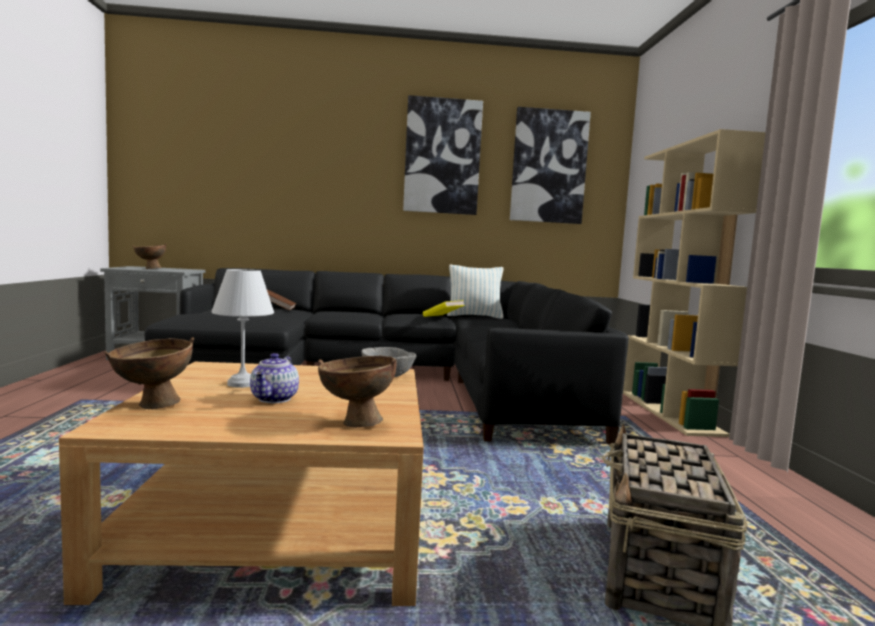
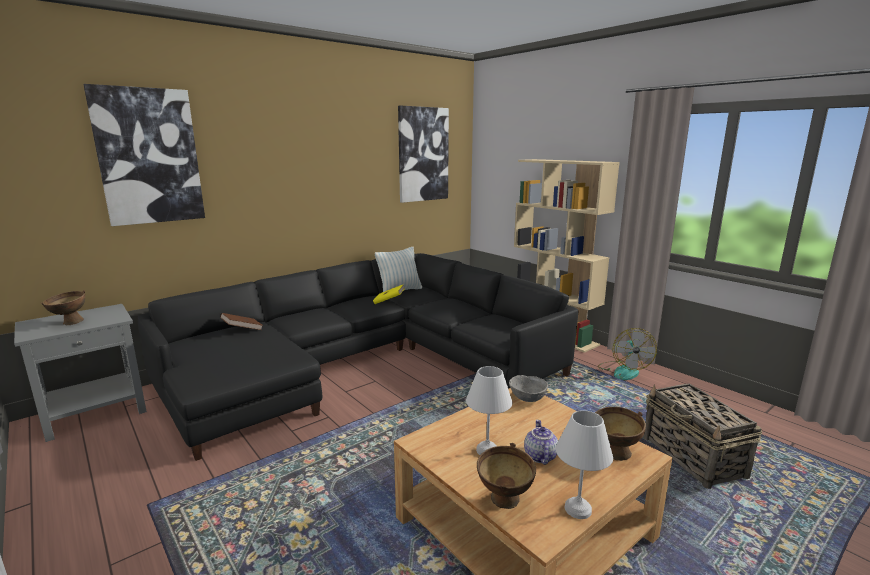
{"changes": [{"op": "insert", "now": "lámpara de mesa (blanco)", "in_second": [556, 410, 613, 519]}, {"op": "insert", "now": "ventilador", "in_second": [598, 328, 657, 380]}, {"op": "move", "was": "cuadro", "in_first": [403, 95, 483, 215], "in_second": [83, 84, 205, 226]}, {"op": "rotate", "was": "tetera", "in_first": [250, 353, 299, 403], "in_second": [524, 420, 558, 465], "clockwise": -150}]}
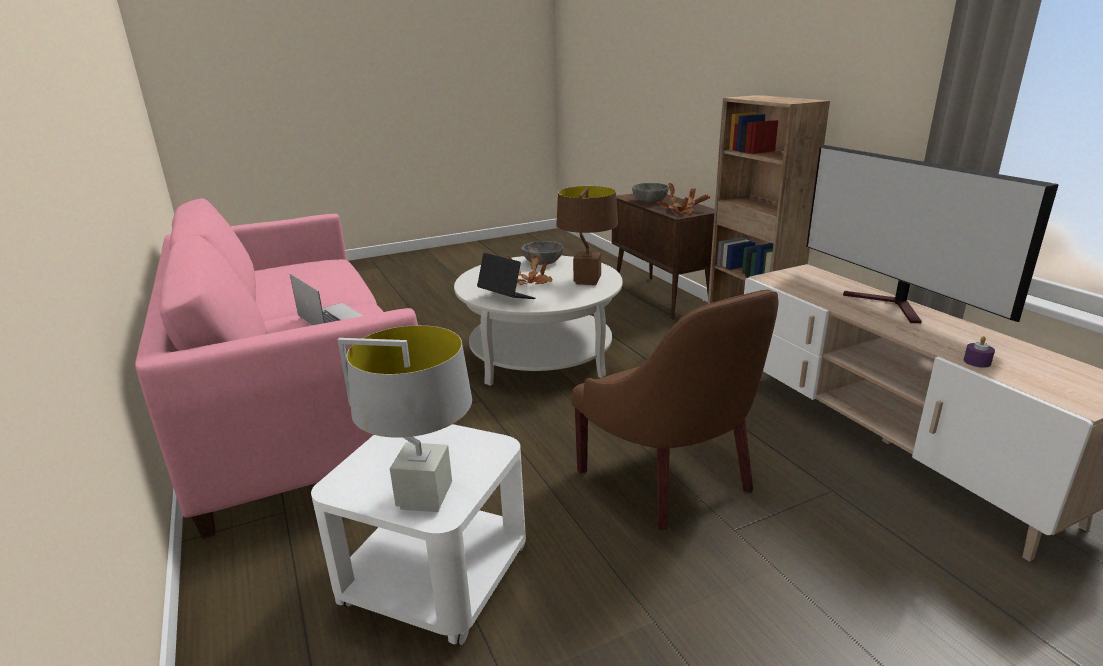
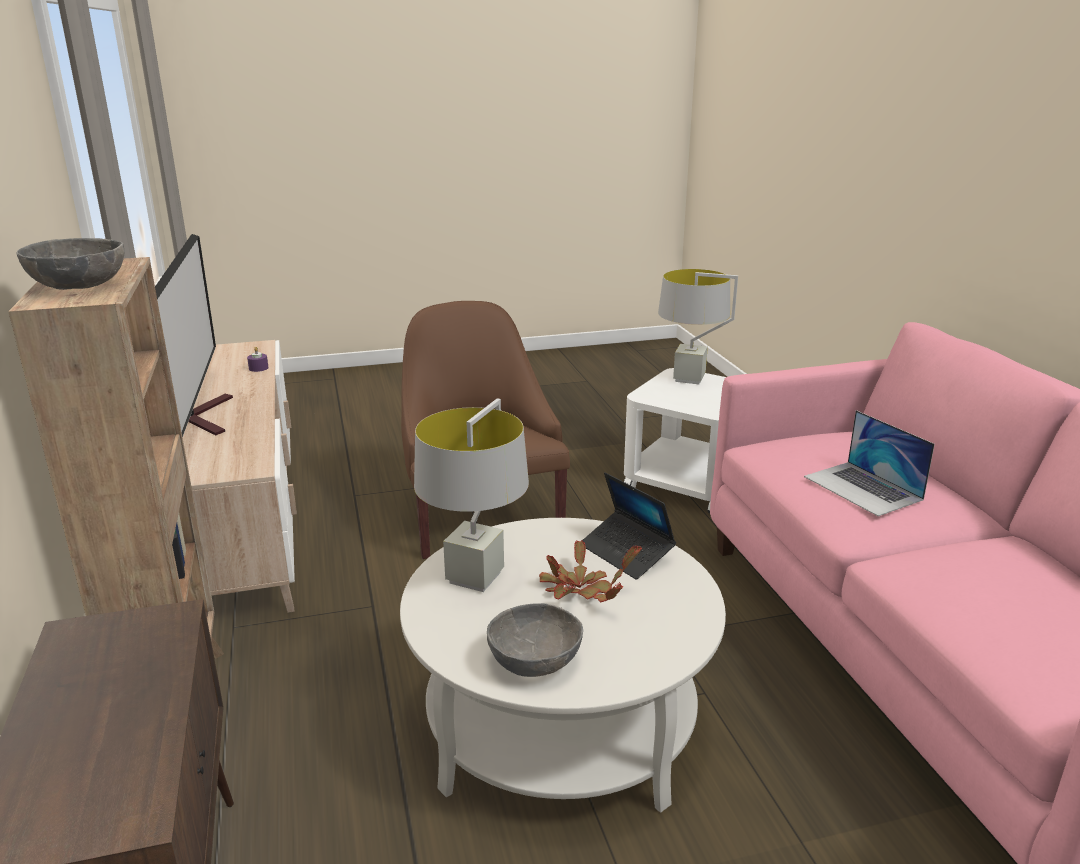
{"changes": [{"op": "delete", "was": "planta en maceta", "in_first": [657, 183, 710, 214]}, {"op": "move", "was": "cuenco (gris)", "in_first": [632, 183, 669, 203], "in_second": [17, 238, 124, 290]}, {"op": "recolor", "was": "lámpara de mesa (marrón)", "now": "lámpara de mesa (gris)", "in_first": [556, 186, 618, 285], "in_second": [414, 398, 529, 592]}]}
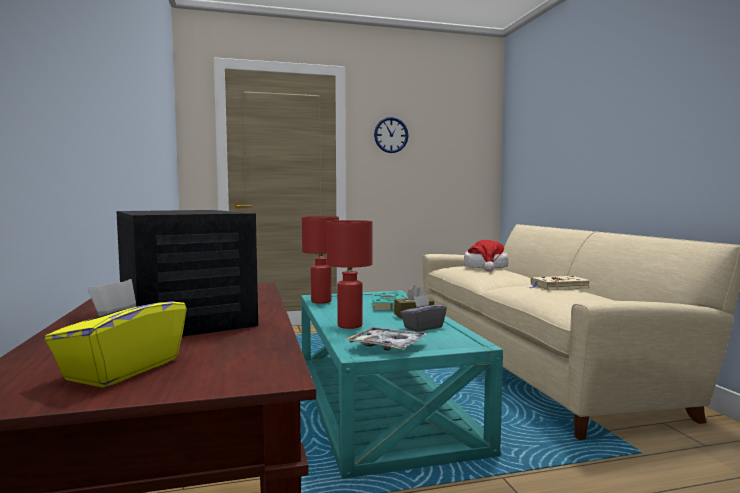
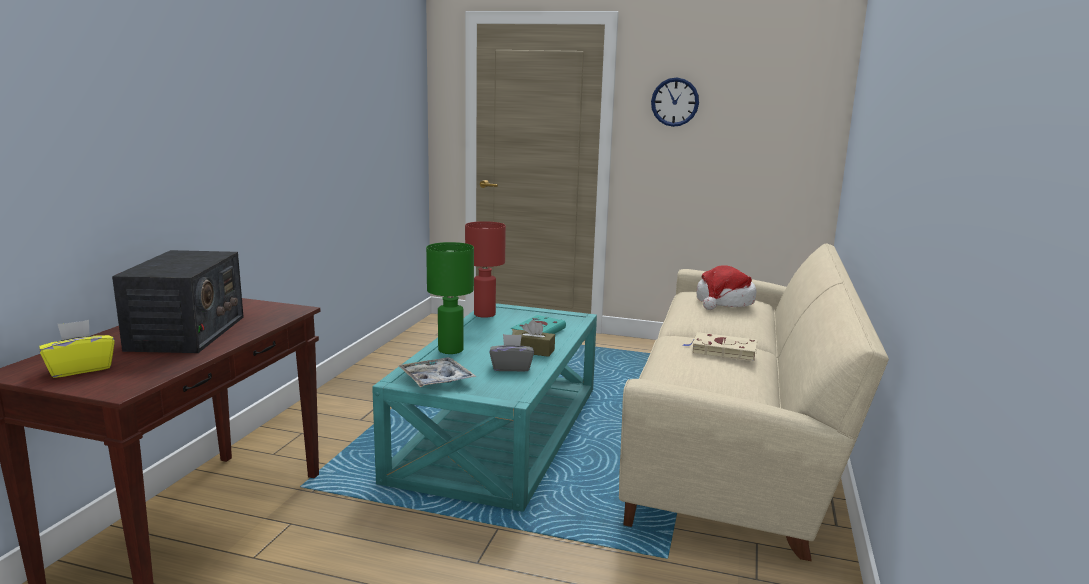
{"changes": [{"op": "recolor", "was": "lámpara de mesa (rojo)", "now": "lámpara de mesa (verde)", "in_first": [327, 220, 373, 329], "in_second": [426, 242, 474, 354]}]}
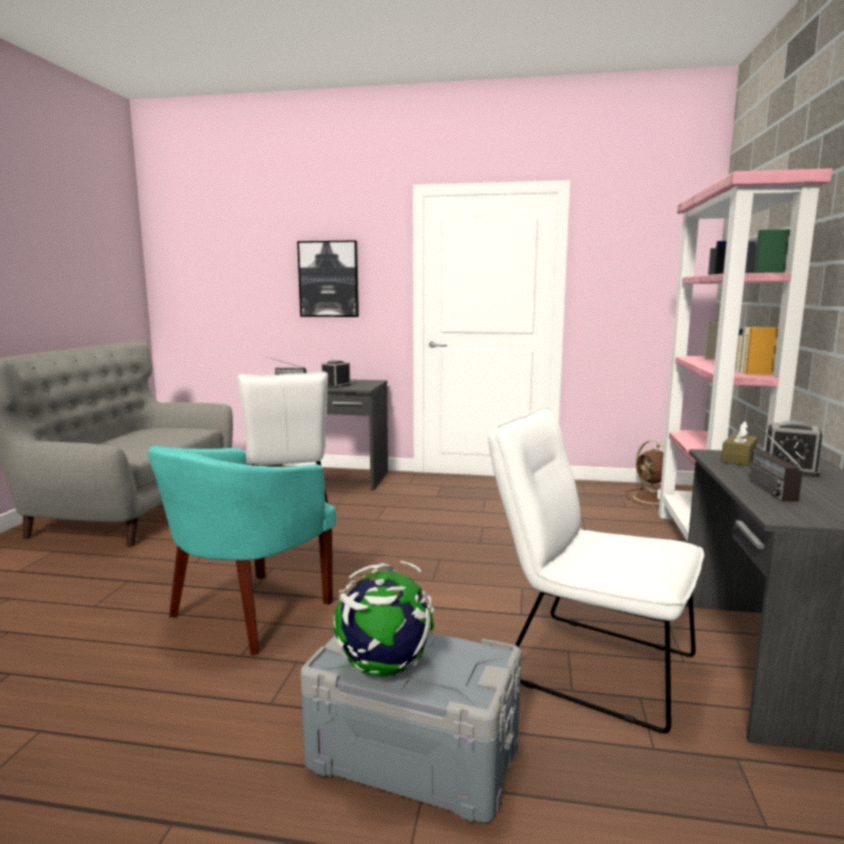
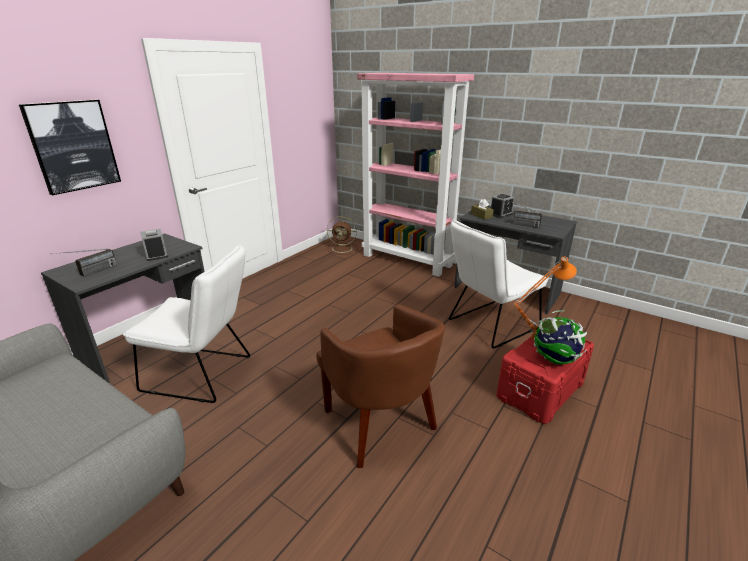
{"changes": [{"op": "insert", "now": "lámpara de mesa (naranja)", "in_second": [513, 256, 577, 341]}, {"op": "recolor", "was": "sillón (turquesa)", "now": "sillón (marrón)", "in_first": [148, 446, 336, 655], "in_second": [316, 304, 445, 468]}, {"op": "recolor", "was": "caja de almacenaje (gris)", "now": "caja de almacenaje (rojo)", "in_first": [301, 633, 521, 823], "in_second": [496, 329, 594, 424]}]}
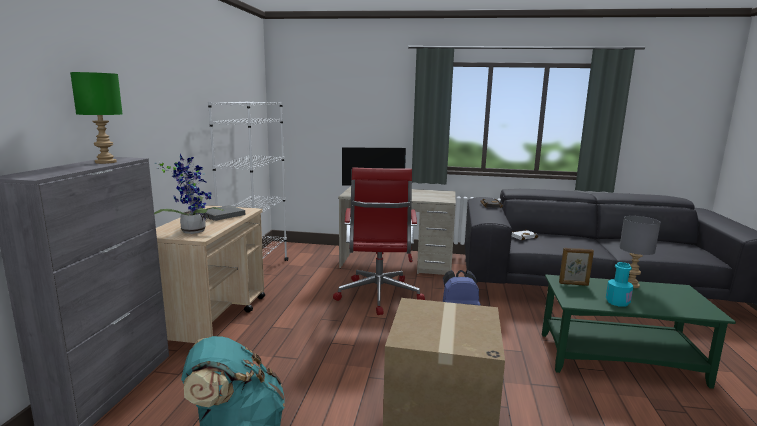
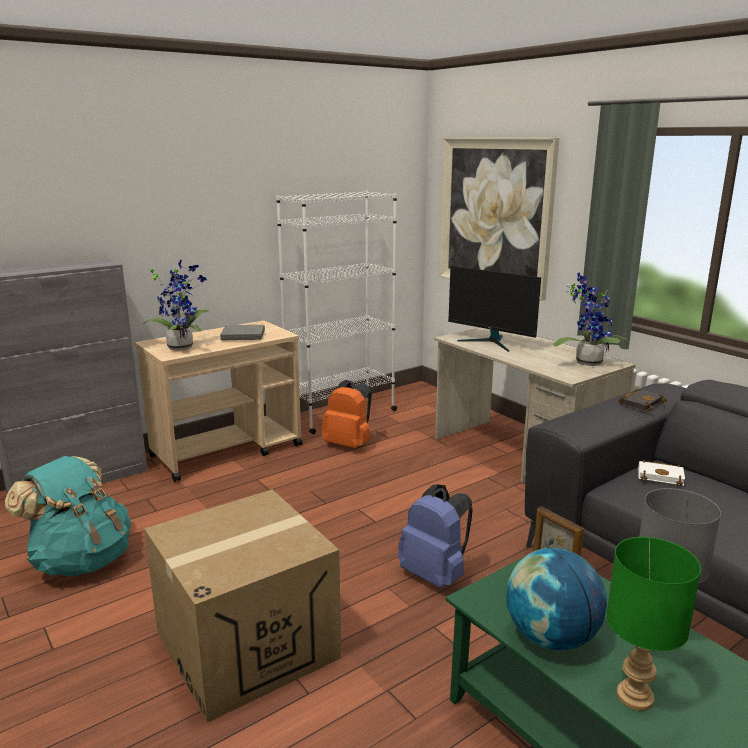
{"changes": [{"op": "delete", "was": "silla de oficina (rojo)", "in_first": [333, 168, 425, 315]}, {"op": "insert", "now": "mochila (naranja)", "in_second": [322, 380, 372, 448]}, {"op": "insert", "now": "cuadro", "in_second": [439, 137, 559, 301]}, {"op": "insert", "now": "planta en maceta", "in_second": [553, 272, 627, 366]}, {"op": "move", "was": "lámpara de mesa (verde)", "in_first": [70, 72, 122, 164], "in_second": [606, 537, 701, 711]}, {"op": "replace", "was": "botella (turquesa)", "now": "globo terráqueo", "in_first": [606, 262, 633, 307], "in_second": [506, 548, 607, 650]}]}
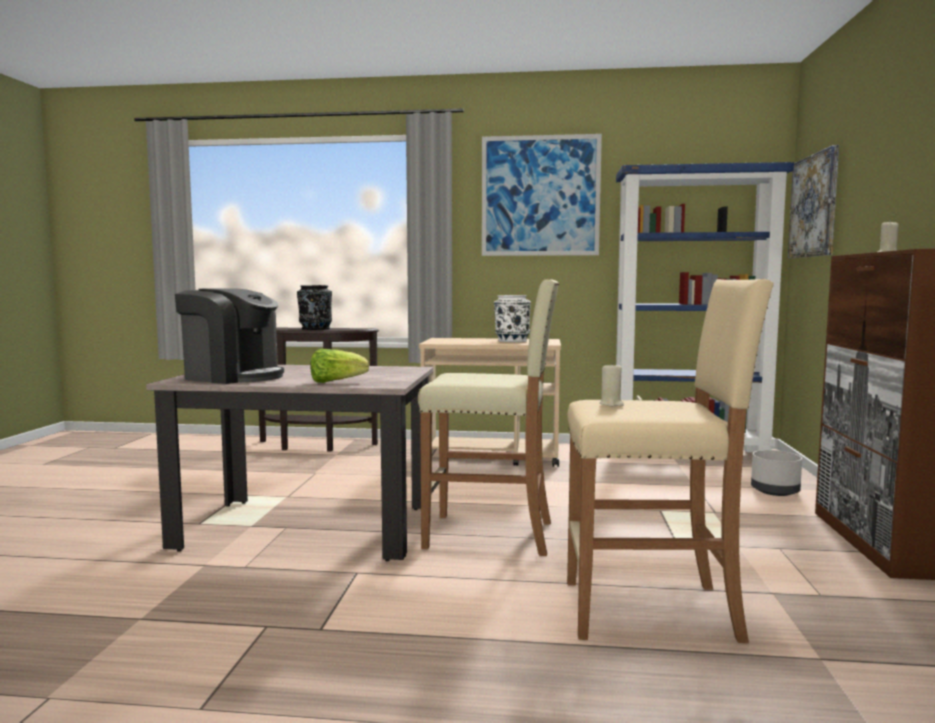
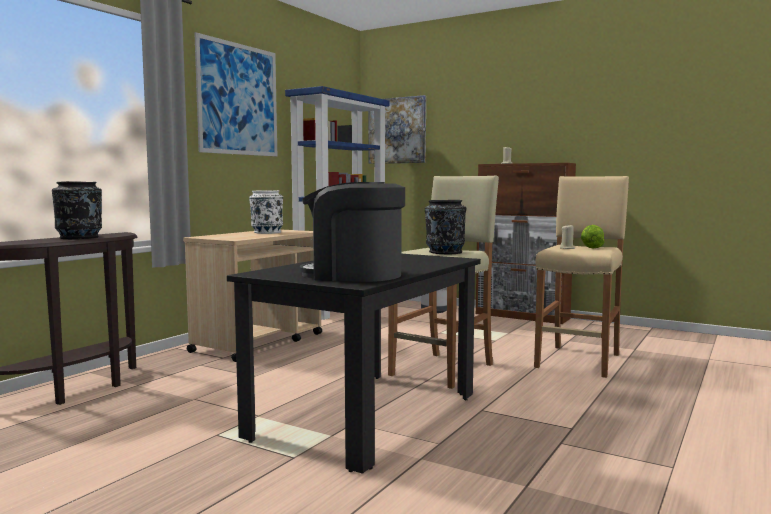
{"changes": [{"op": "insert", "now": "florero (negro)", "in_second": [425, 200, 466, 254]}, {"op": "move", "was": "lechuga", "in_first": [310, 349, 369, 383], "in_second": [581, 225, 605, 249]}, {"op": "recolor", "was": "mesa de comedor (beis)", "now": "mesa de comedor (negro)", "in_first": [146, 365, 433, 561], "in_second": [227, 254, 481, 474]}, {"op": "rotate", "was": "cafetera", "in_first": [175, 288, 284, 384], "in_second": [300, 182, 405, 282], "clockwise": -120}]}
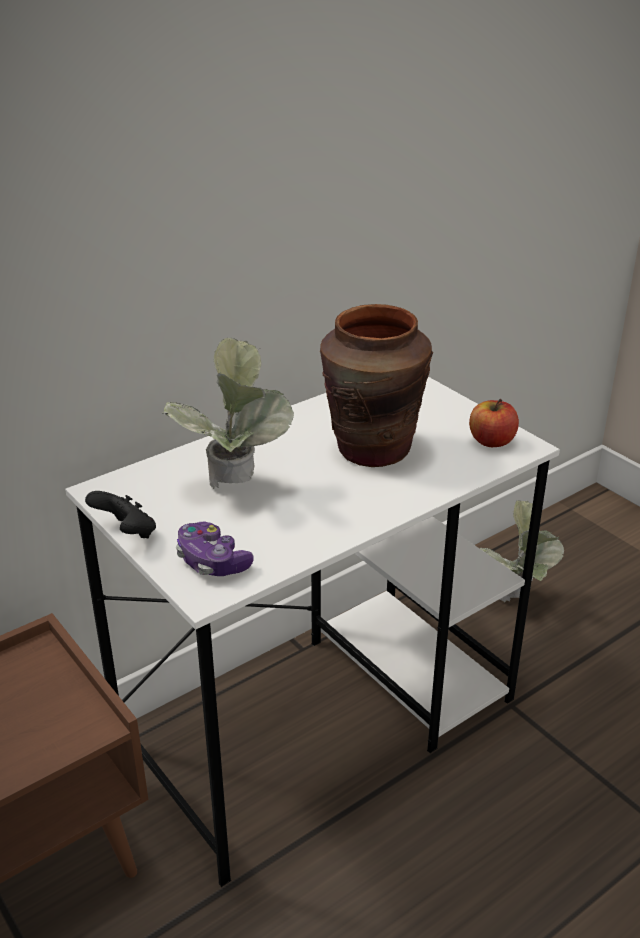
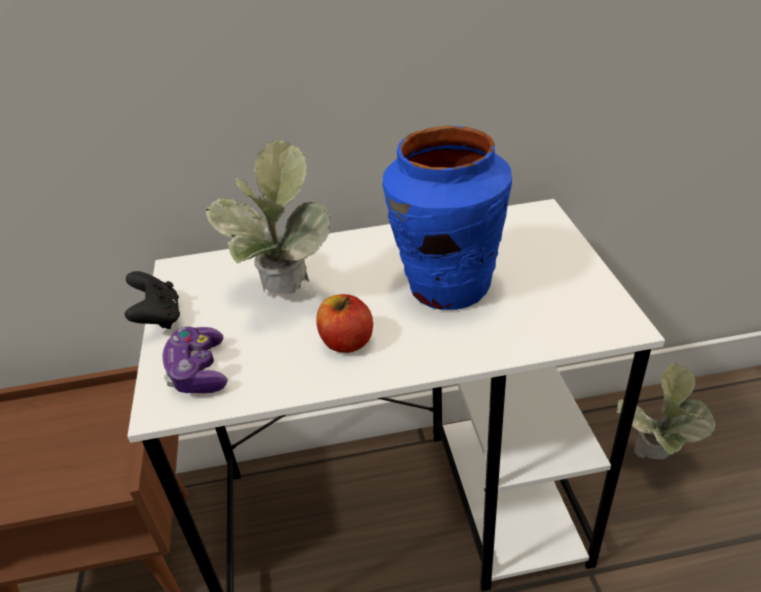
{"changes": [{"op": "move", "was": "manzana", "in_first": [469, 399, 519, 447], "in_second": [316, 294, 373, 353]}, {"op": "recolor", "was": "florero (marrón)", "now": "florero (azul)", "in_first": [320, 304, 433, 467], "in_second": [382, 126, 512, 310]}]}
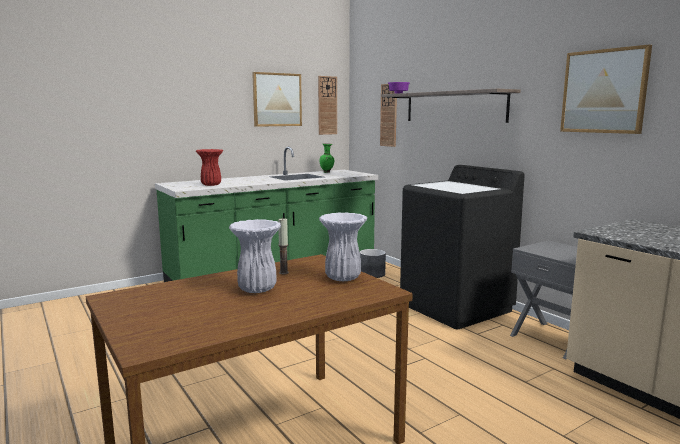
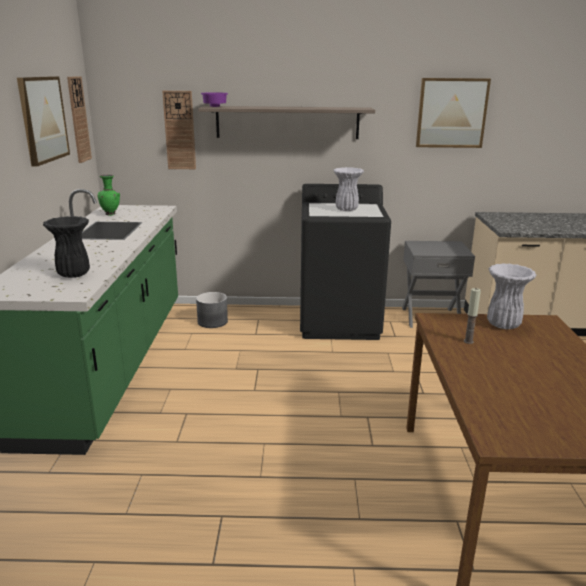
{"changes": [{"op": "move", "was": "florero (blanco)", "in_first": [229, 219, 281, 293], "in_second": [333, 167, 364, 211]}, {"op": "recolor", "was": "florero (rojo)", "now": "florero (negro)", "in_first": [196, 149, 223, 186], "in_second": [43, 216, 90, 278]}]}
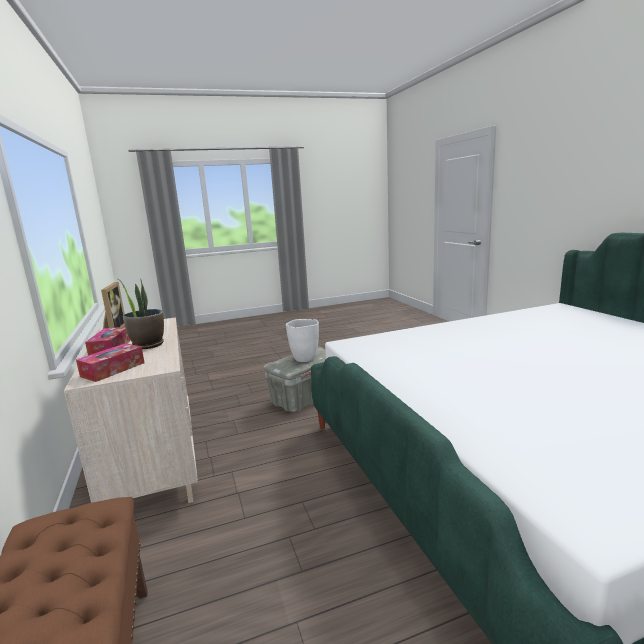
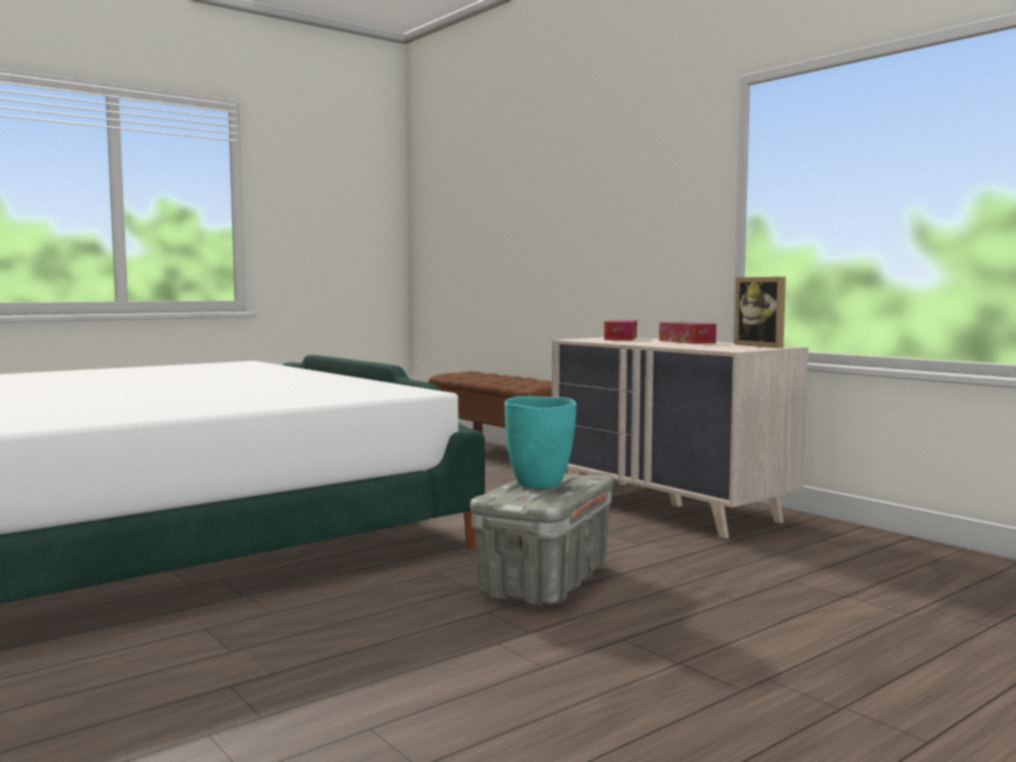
{"changes": [{"op": "delete", "was": "planta en maceta", "in_first": [118, 279, 164, 349]}, {"op": "recolor", "was": "florero (blanco)", "now": "florero (turquesa)", "in_first": [286, 319, 319, 362], "in_second": [505, 396, 577, 488]}]}
